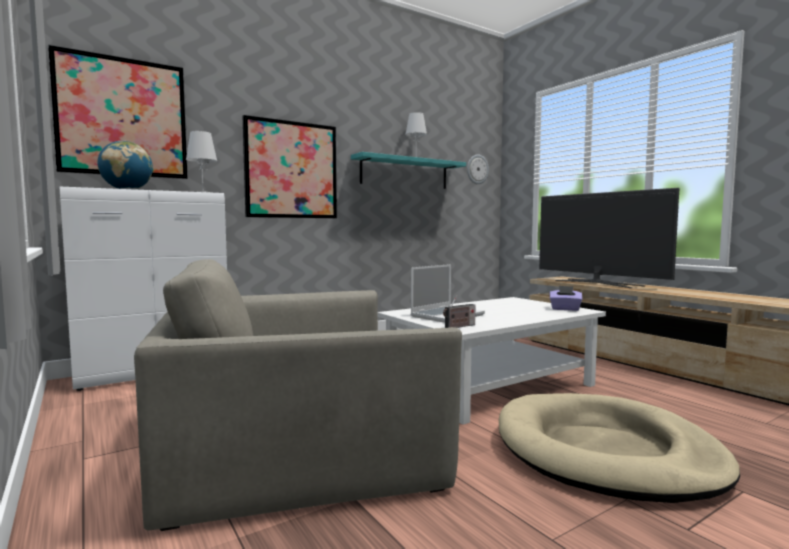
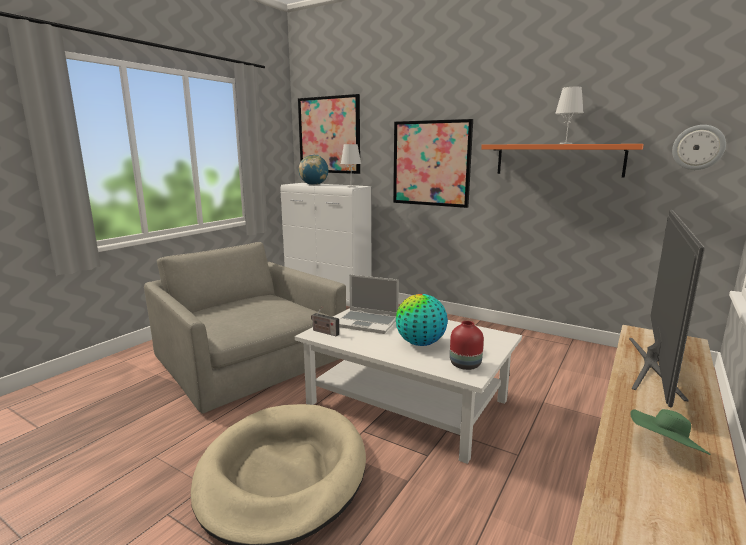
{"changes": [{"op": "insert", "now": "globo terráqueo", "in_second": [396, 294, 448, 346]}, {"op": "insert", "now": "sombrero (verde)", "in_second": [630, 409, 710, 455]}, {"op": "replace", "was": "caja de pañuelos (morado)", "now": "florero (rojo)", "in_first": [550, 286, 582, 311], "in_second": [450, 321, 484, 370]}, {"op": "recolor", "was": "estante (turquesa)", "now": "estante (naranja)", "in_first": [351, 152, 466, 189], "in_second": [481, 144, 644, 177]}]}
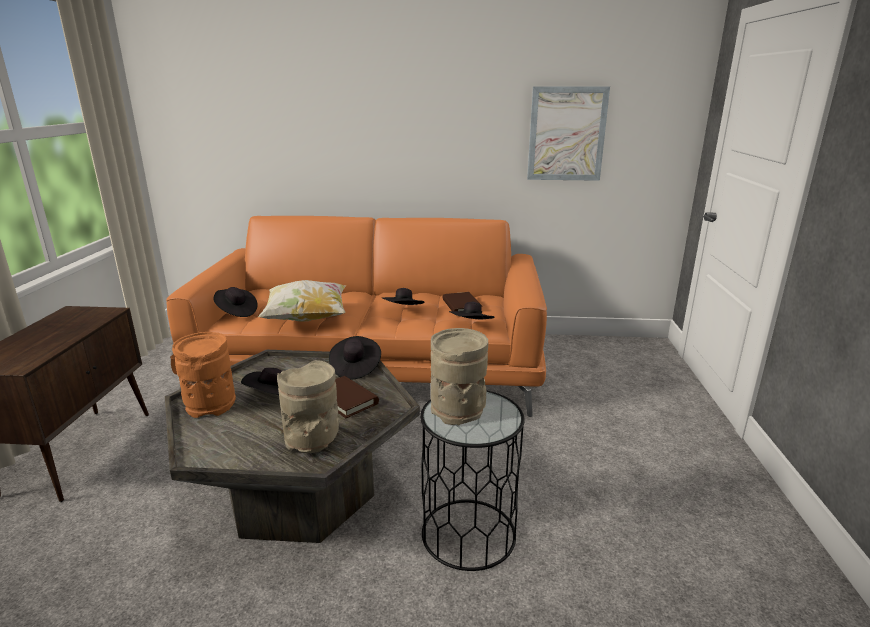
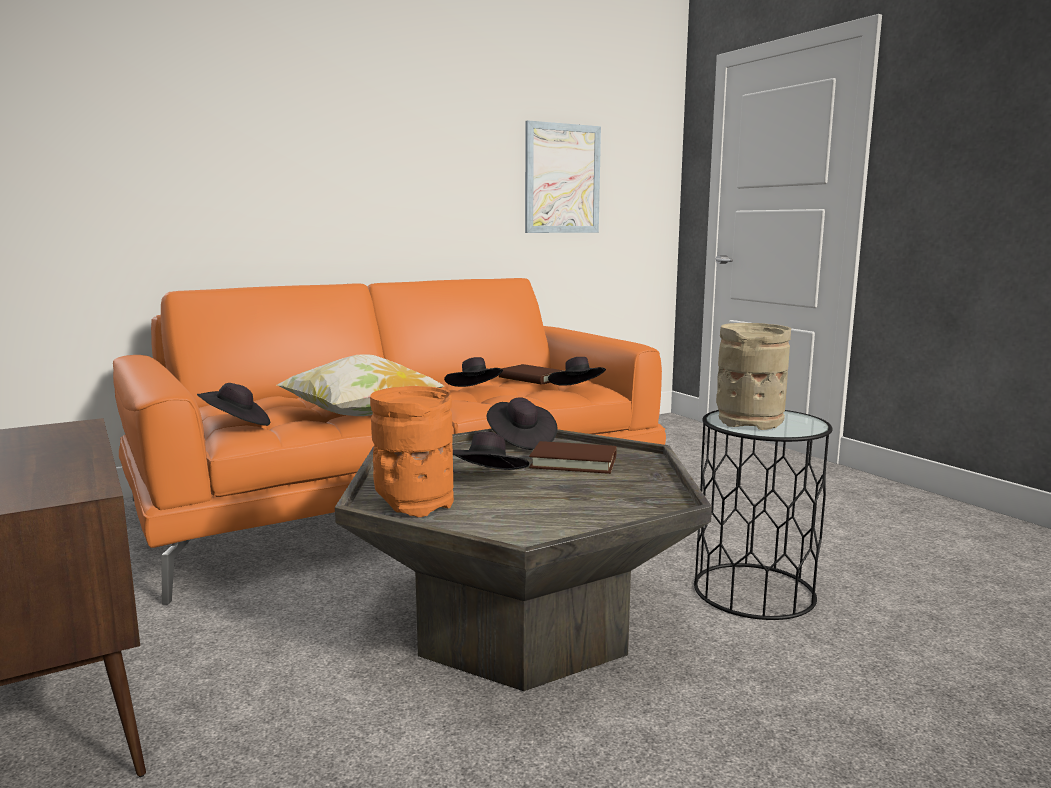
{"changes": [{"op": "delete", "was": "florero (beis)", "in_first": [277, 360, 339, 453]}]}
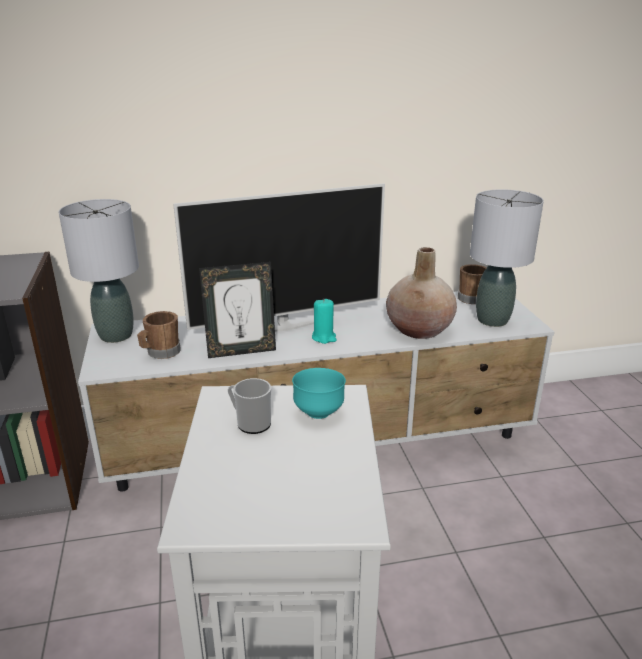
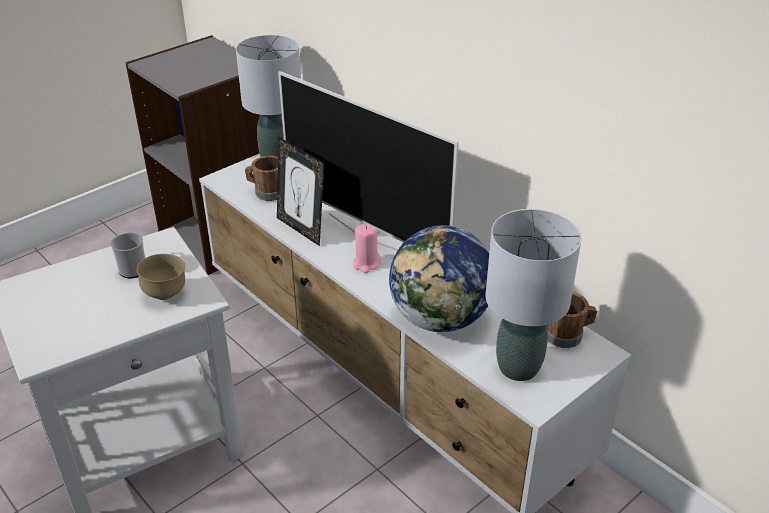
{"changes": [{"op": "replace", "was": "florero (beis)", "now": "globo terráqueo", "in_first": [386, 247, 457, 339], "in_second": [389, 225, 489, 332]}, {"op": "recolor", "was": "cuenco (turquesa)", "now": "cuenco (marrón)", "in_first": [292, 368, 346, 419], "in_second": [137, 254, 185, 300]}, {"op": "recolor", "was": "vela (turquesa)", "now": "vela (rosa)", "in_first": [312, 298, 337, 344], "in_second": [354, 224, 381, 273]}]}
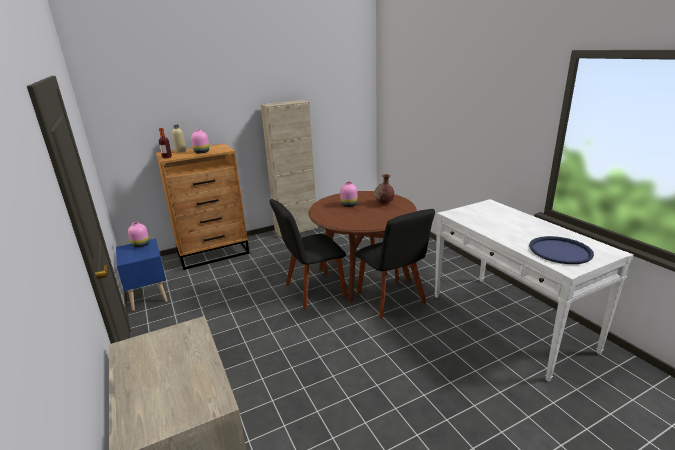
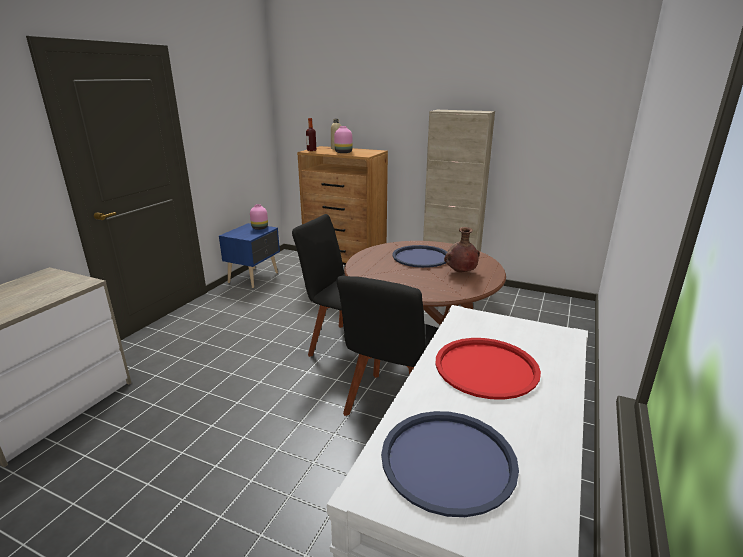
{"changes": [{"op": "insert", "now": "bandeja (rojo)", "in_second": [435, 338, 541, 400]}, {"op": "replace", "was": "florero (rosa)", "now": "bandeja (azul)", "in_first": [340, 181, 357, 207], "in_second": [392, 245, 447, 268]}]}
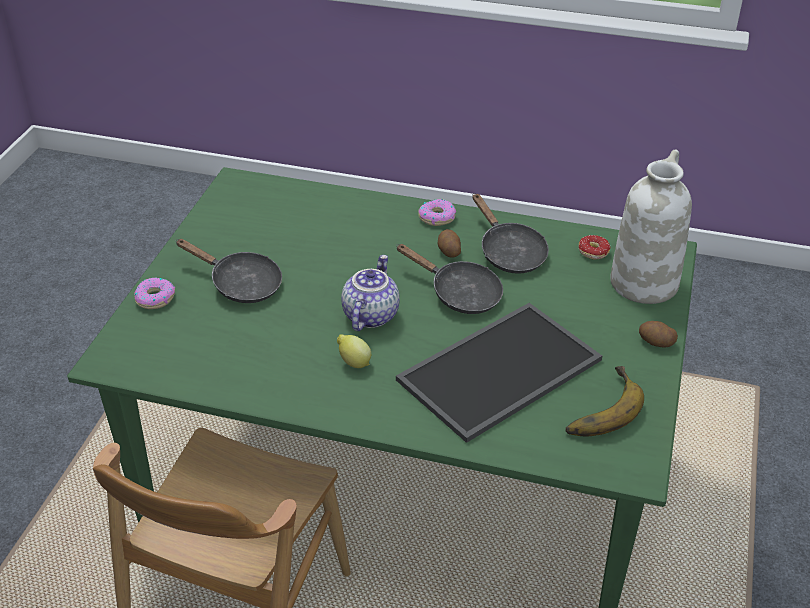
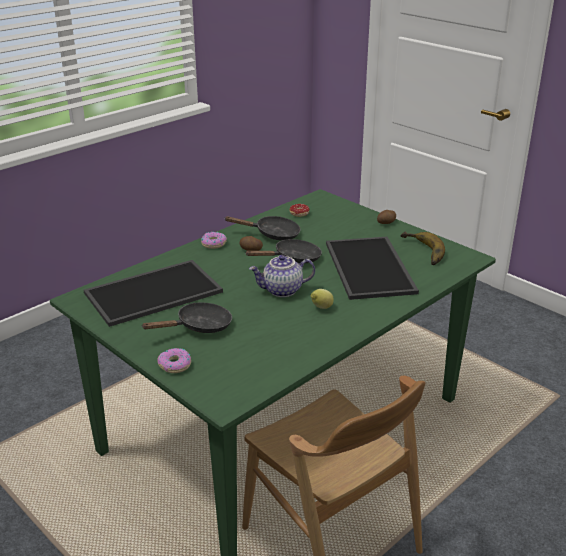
{"changes": [{"op": "delete", "was": "florero (blanco)", "in_first": [610, 150, 692, 304]}, {"op": "insert", "now": "bandeja", "in_second": [84, 260, 223, 327]}, {"op": "rotate", "was": "tetera", "in_first": [341, 255, 400, 331], "in_second": [249, 255, 315, 297], "clockwise": -60}]}
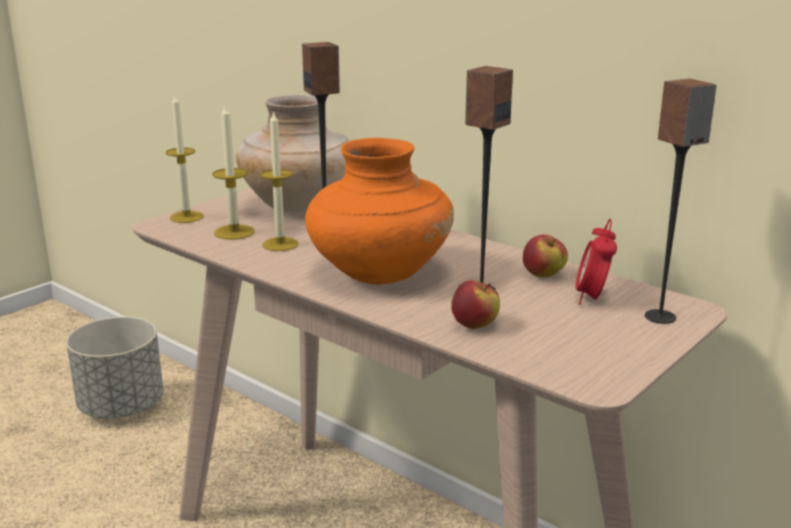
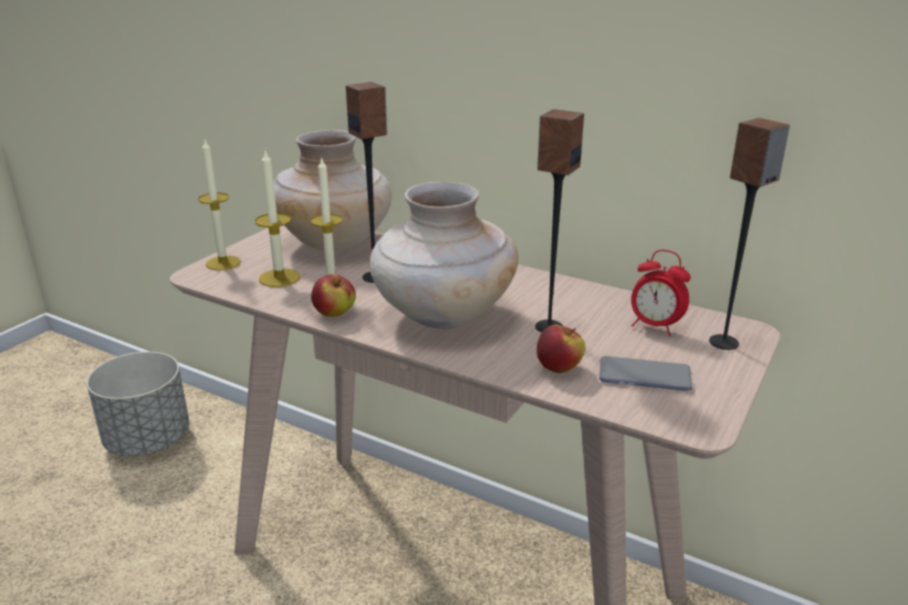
{"changes": [{"op": "insert", "now": "móvil", "in_second": [599, 356, 693, 391]}, {"op": "move", "was": "manzana", "in_first": [523, 234, 568, 277], "in_second": [311, 274, 356, 317]}, {"op": "recolor", "was": "florero (naranja)", "now": "florero (beis)", "in_first": [305, 138, 454, 284], "in_second": [370, 182, 518, 329]}, {"op": "rotate", "was": "despertador", "in_first": [575, 219, 617, 305], "in_second": [631, 250, 691, 336], "clockwise": -60}]}
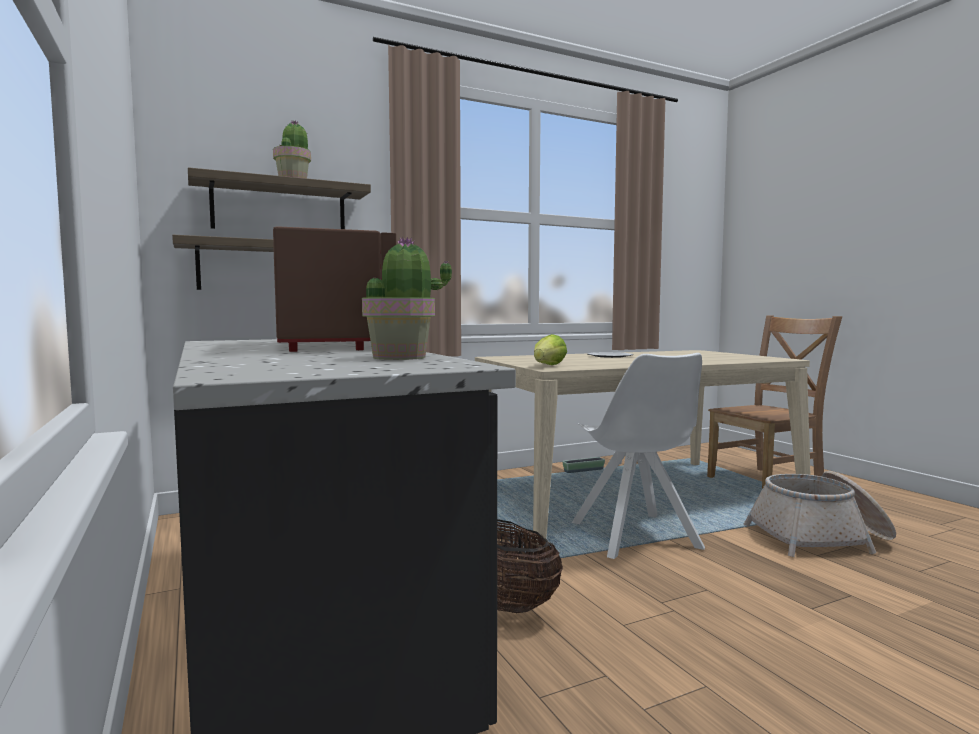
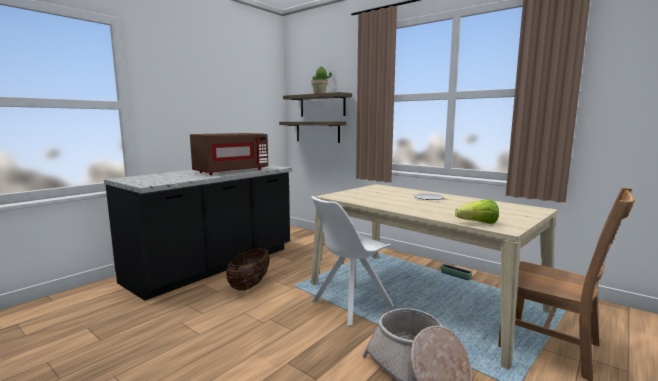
{"changes": [{"op": "delete", "was": "planta en maceta", "in_first": [362, 237, 452, 360]}, {"op": "move", "was": "lechuga", "in_first": [534, 334, 567, 365], "in_second": [455, 199, 499, 224]}]}
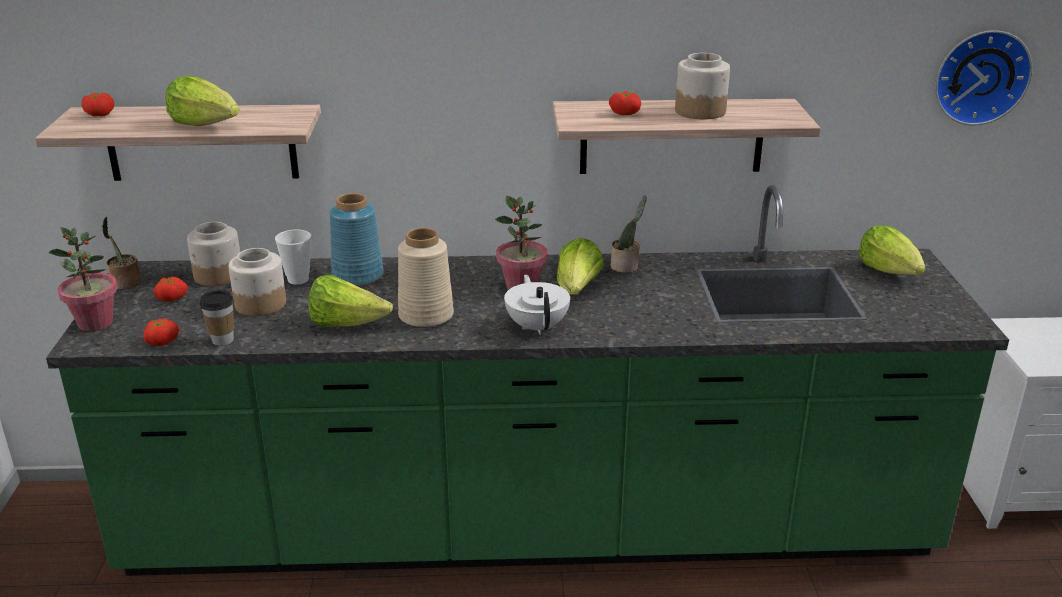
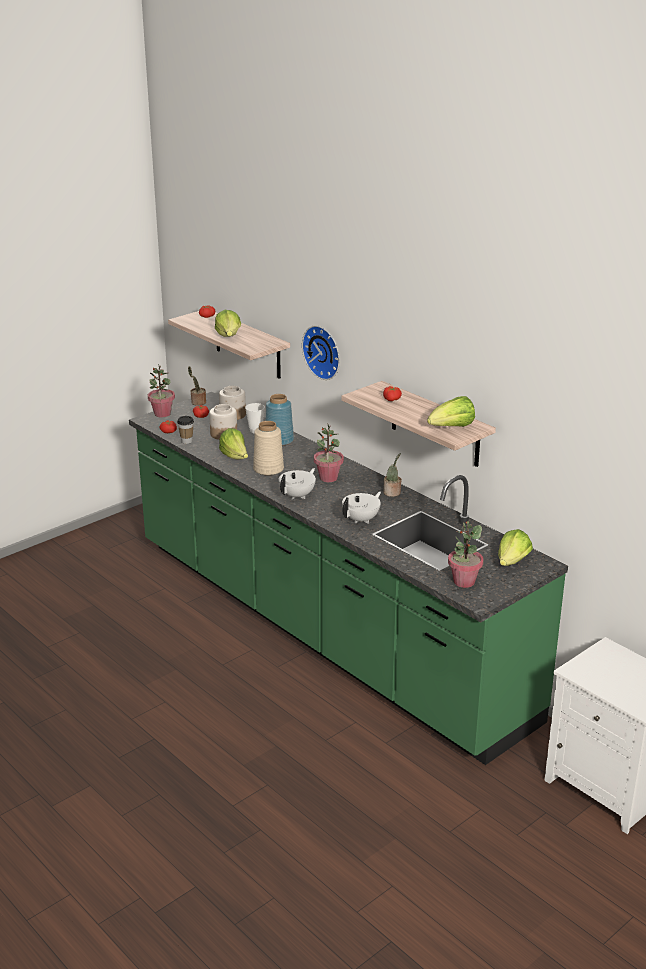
{"changes": [{"op": "delete", "was": "tarro", "in_first": [675, 53, 730, 120]}, {"op": "insert", "now": "tetera (blanco)", "in_second": [342, 492, 381, 524]}, {"op": "insert", "now": "planta en maceta", "in_second": [448, 521, 484, 588]}, {"op": "move", "was": "lechuga", "in_first": [557, 238, 604, 295], "in_second": [427, 396, 475, 427]}, {"op": "move", "was": "reloj de pared", "in_first": [935, 30, 1033, 126], "in_second": [302, 325, 340, 380]}]}
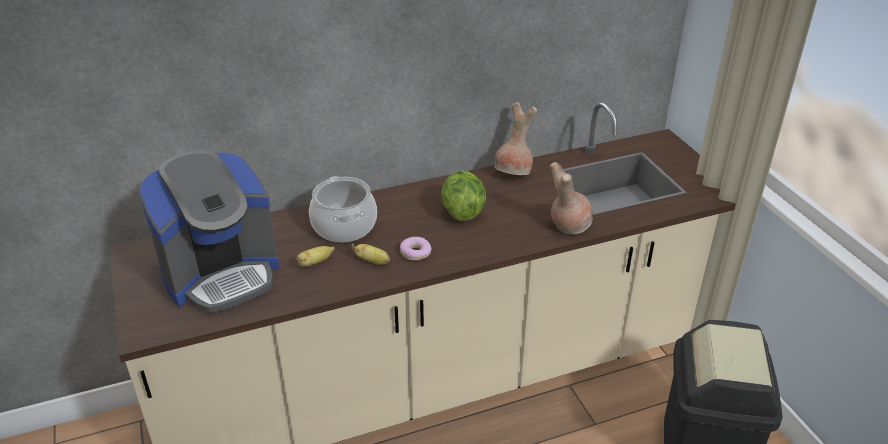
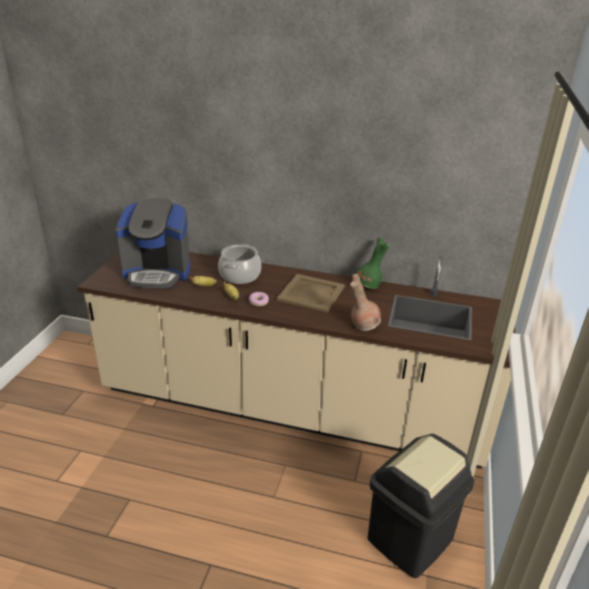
{"changes": [{"op": "replace", "was": "lechuga", "now": "bandeja (beis)", "in_first": [441, 171, 486, 221], "in_second": [277, 274, 345, 313]}, {"op": "recolor", "was": "florero (marrón)", "now": "florero (verde)", "in_first": [495, 102, 537, 175], "in_second": [356, 238, 390, 289]}]}
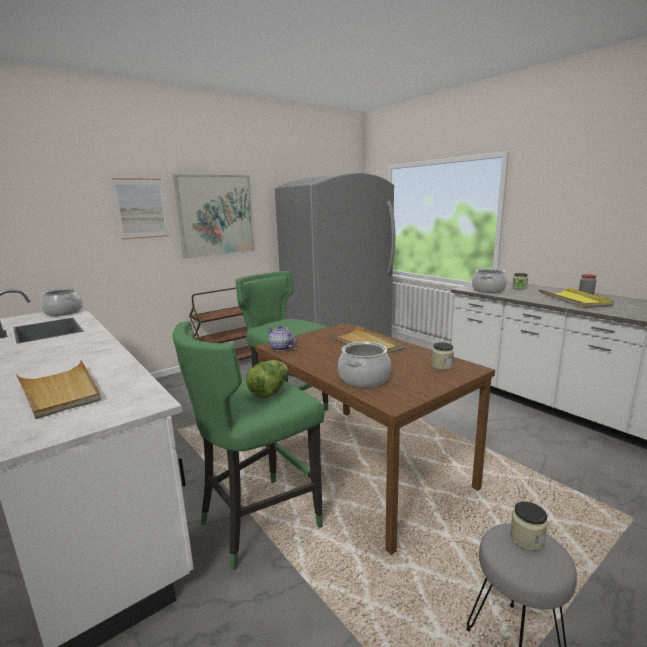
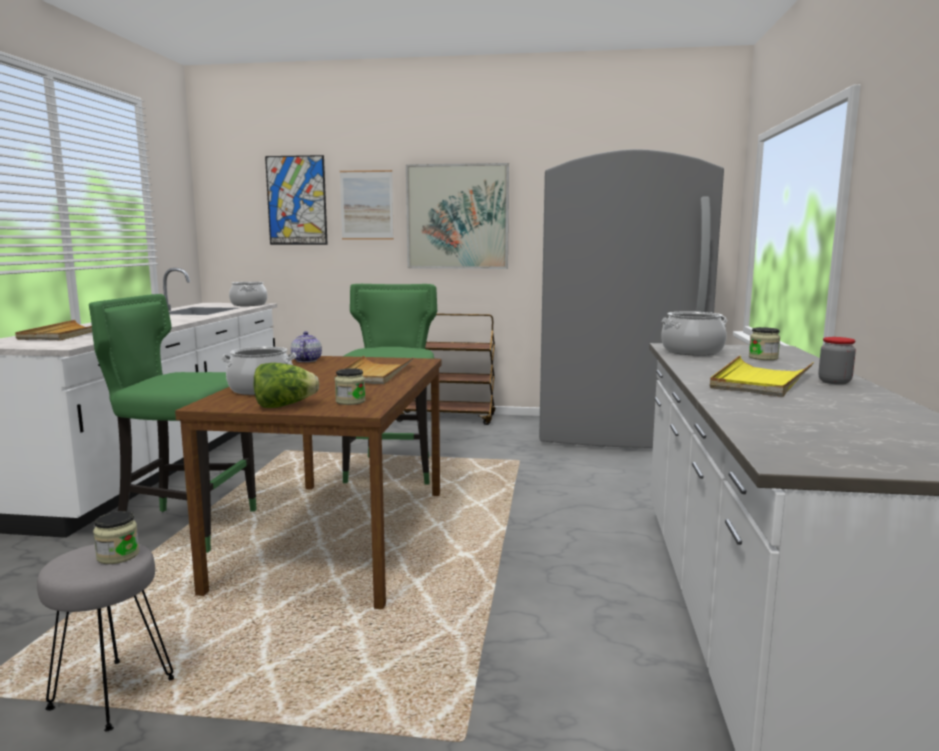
{"changes": [{"op": "insert", "now": "cuadro", "in_second": [265, 155, 328, 245]}, {"op": "move", "was": "lechuga", "in_first": [246, 360, 288, 398], "in_second": [253, 363, 319, 408]}]}
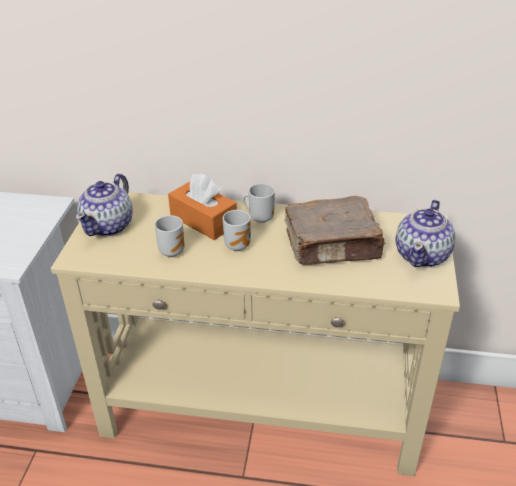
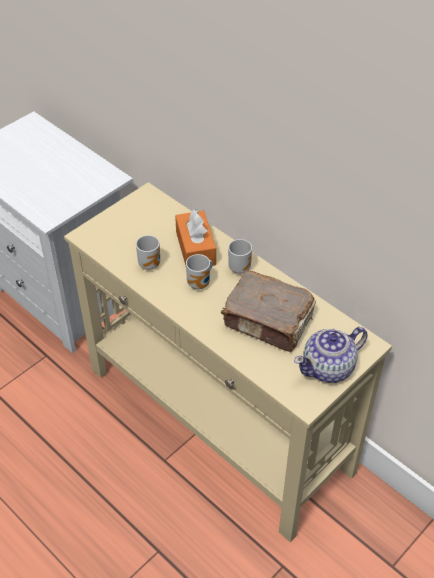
{"changes": [{"op": "delete", "was": "tetera", "in_first": [76, 174, 133, 236]}]}
